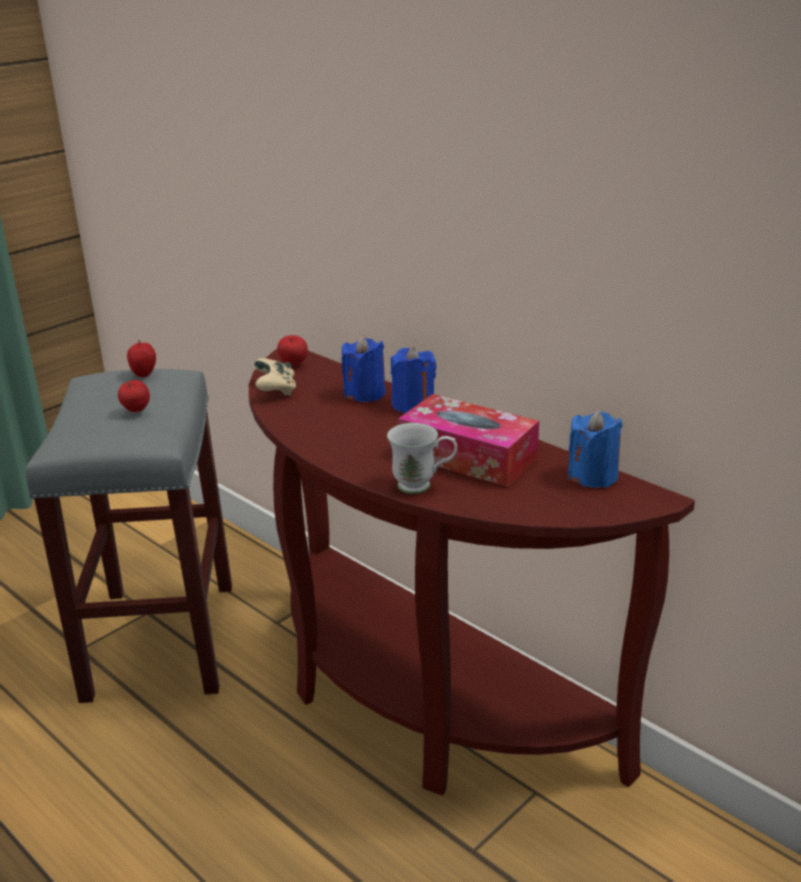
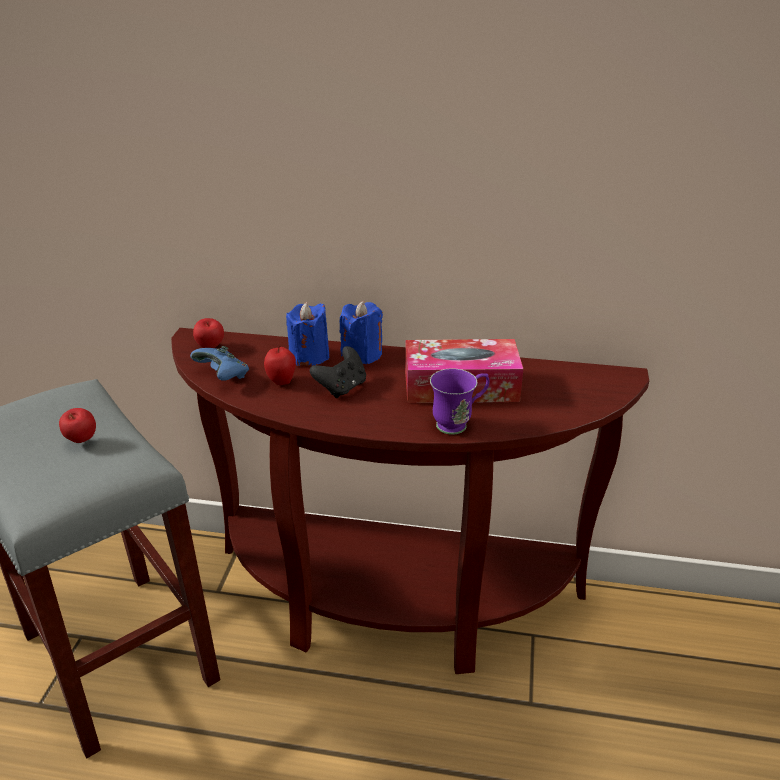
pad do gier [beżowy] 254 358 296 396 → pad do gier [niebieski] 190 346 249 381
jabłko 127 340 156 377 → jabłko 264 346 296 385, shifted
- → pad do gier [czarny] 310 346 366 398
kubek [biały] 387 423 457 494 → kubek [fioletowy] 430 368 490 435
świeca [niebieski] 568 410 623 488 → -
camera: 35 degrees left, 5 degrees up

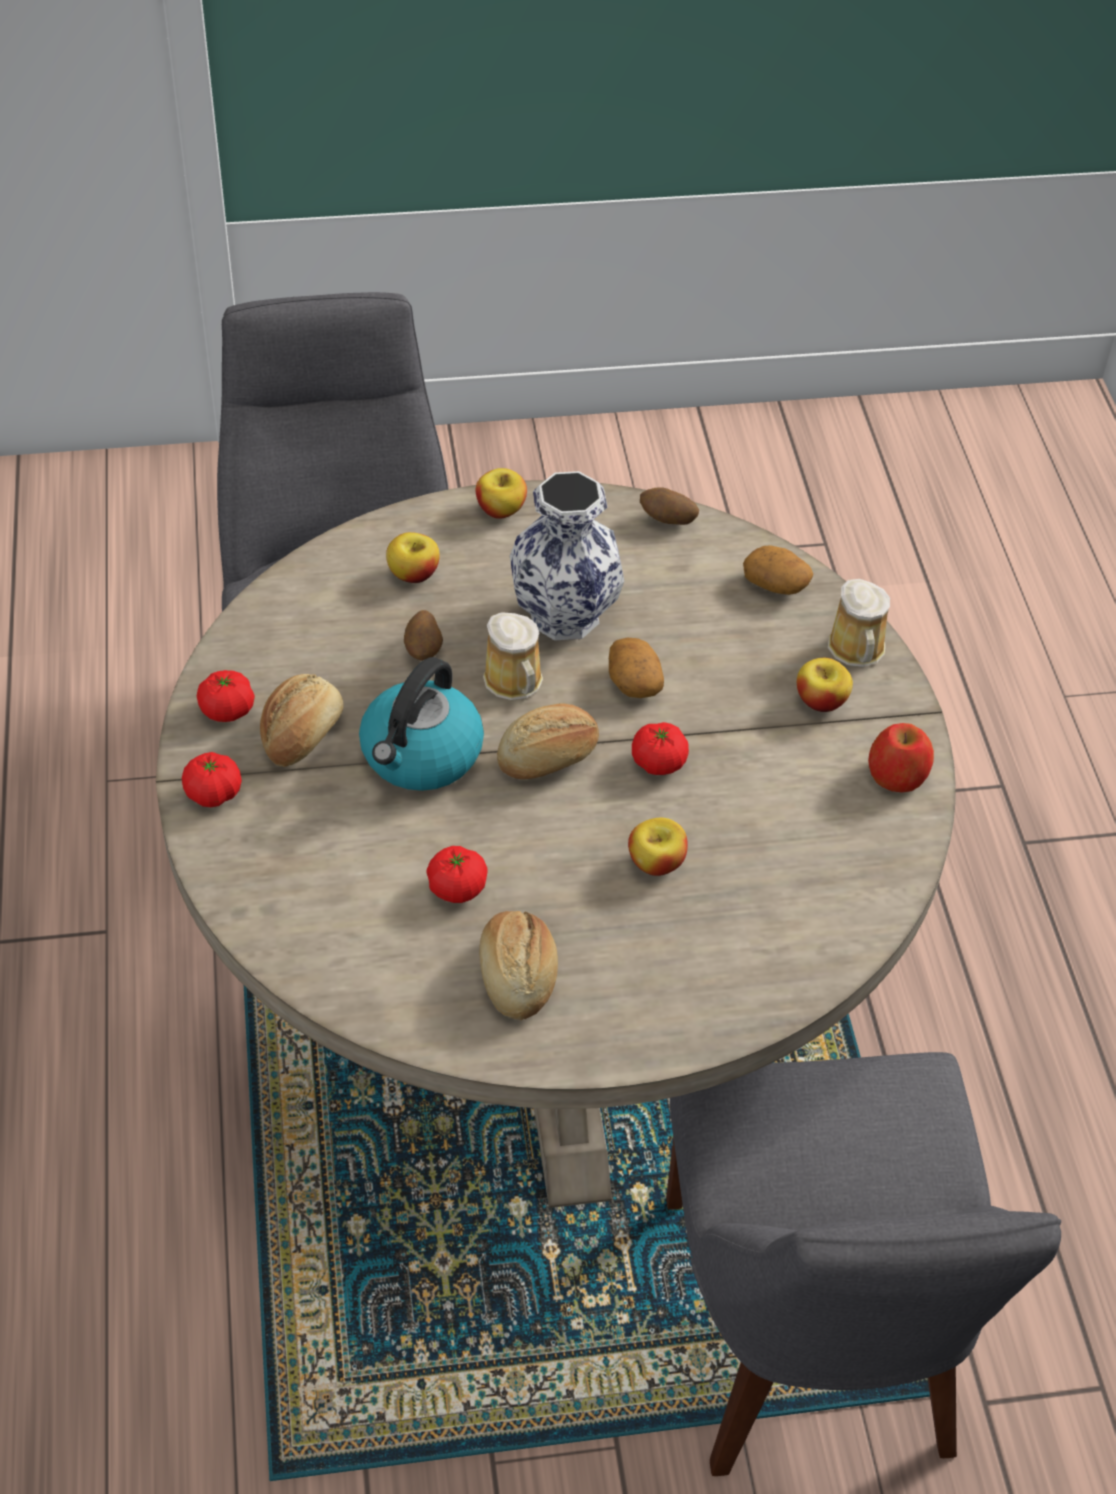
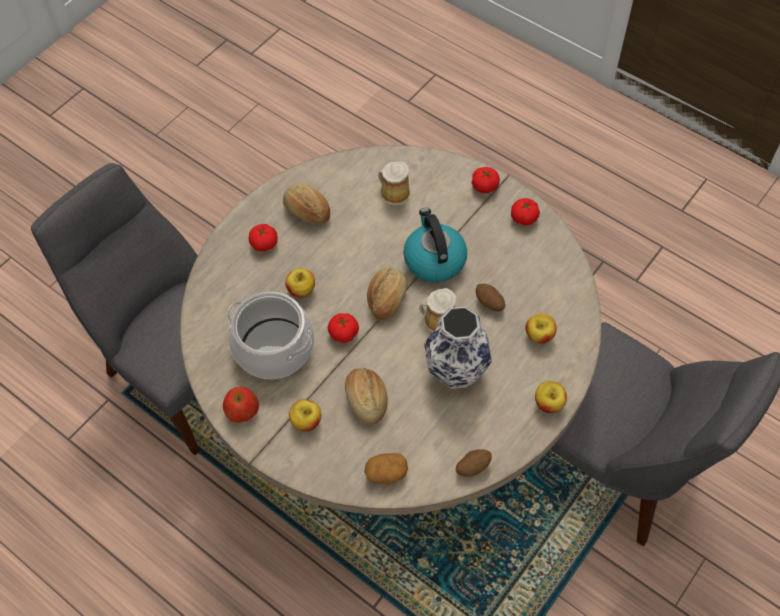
- → garnek 227 292 314 379
pomidor 426 846 488 903 → pomidor 249 224 278 252, shifted
chleb 260 674 344 767 → chleb 345 368 388 425, shifted
kubek 828 579 890 667 → kubek 378 162 411 205, shifted
ziemniak 609 638 664 698 → -
camera: 140 degrees right, 10 degrees up

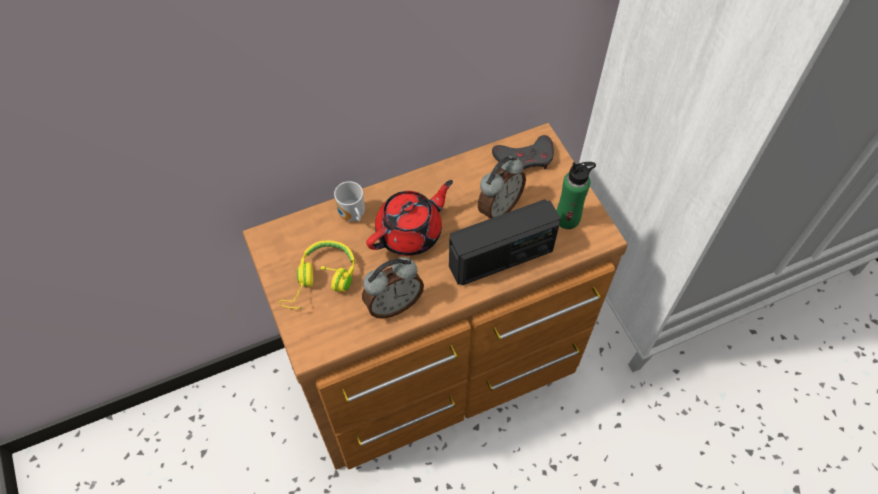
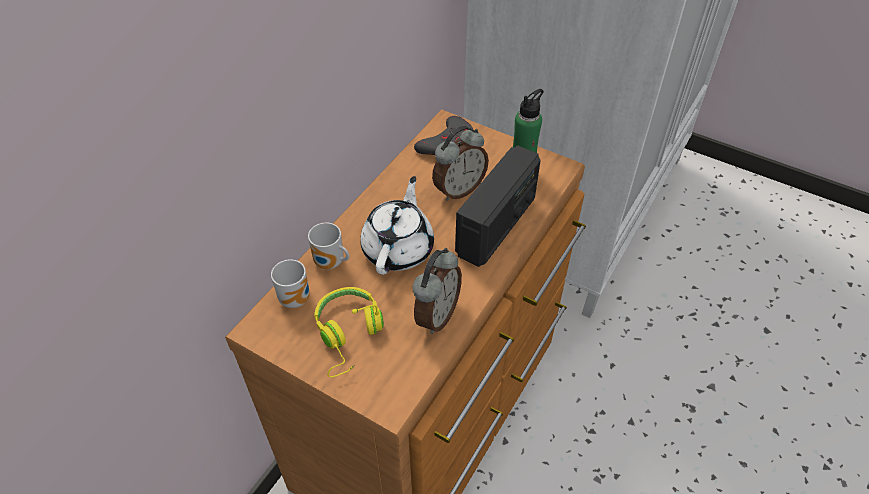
- → kubek 271 259 310 308
imbryk [czerwony] 366 180 453 256 → imbryk [biały] 360 176 434 275
budzik 478 156 526 219 → budzik 432 126 489 201, 45 degrees clockwise
camera: 35 degrees left, 10 degrees down

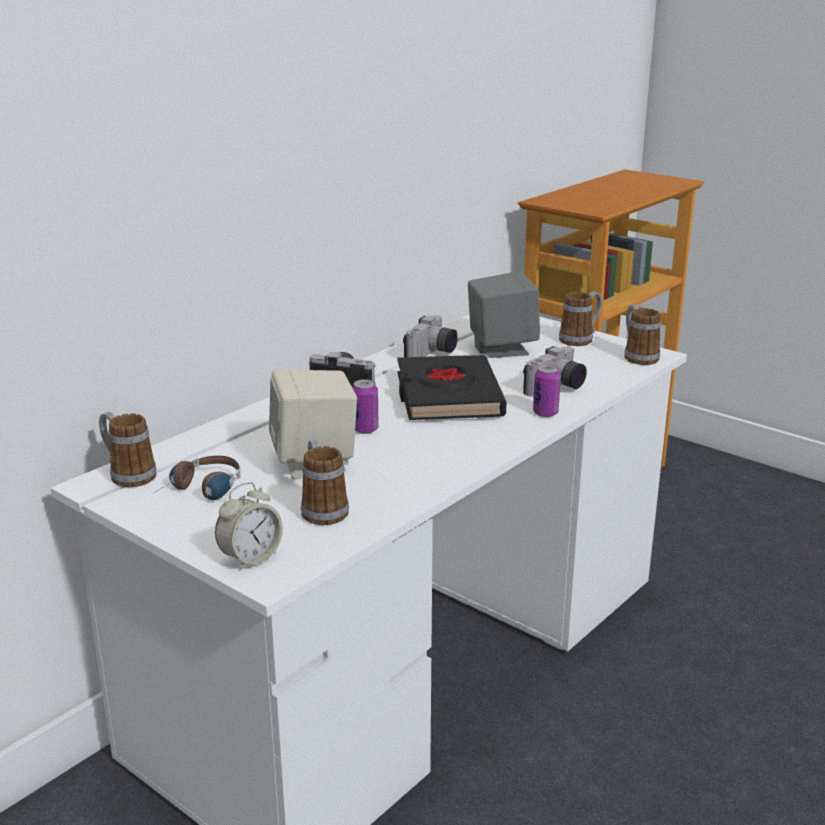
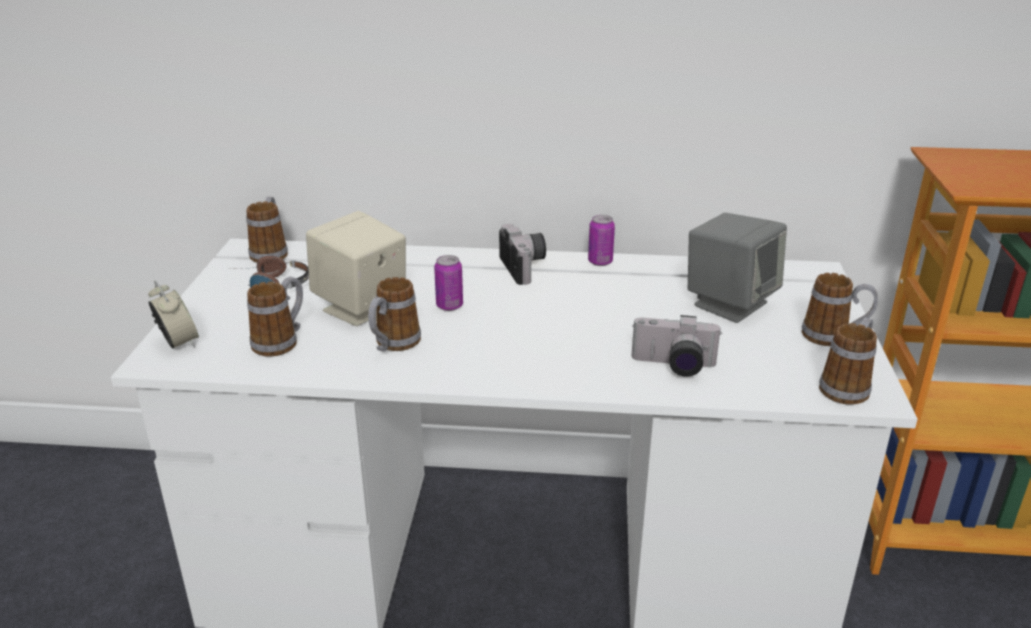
budzik 215 482 283 570 → budzik 148 280 199 349, 135 degrees counterclockwise
- → kubek 368 277 421 352
puszka 533 364 561 417 → puszka 588 215 615 266, shifted
książka [czarny] 397 355 507 420 → -
aparat fotograficzny 403 315 458 357 → -
camera: 55 degrees right, 5 degrees up

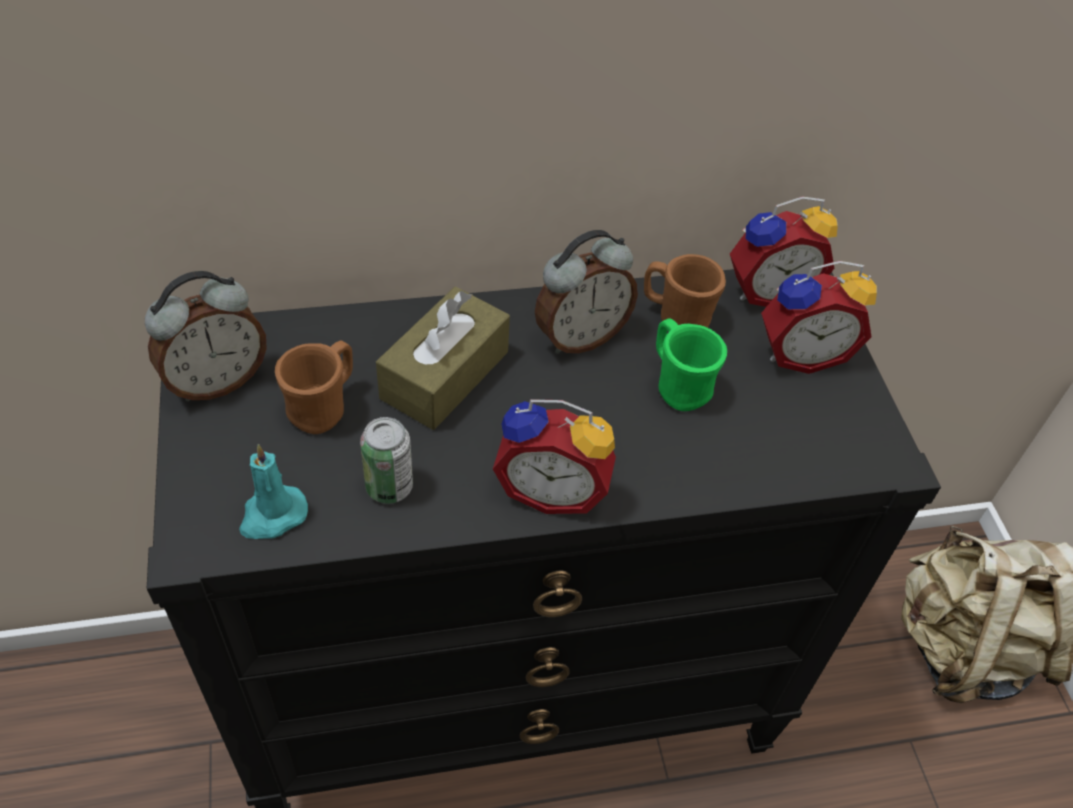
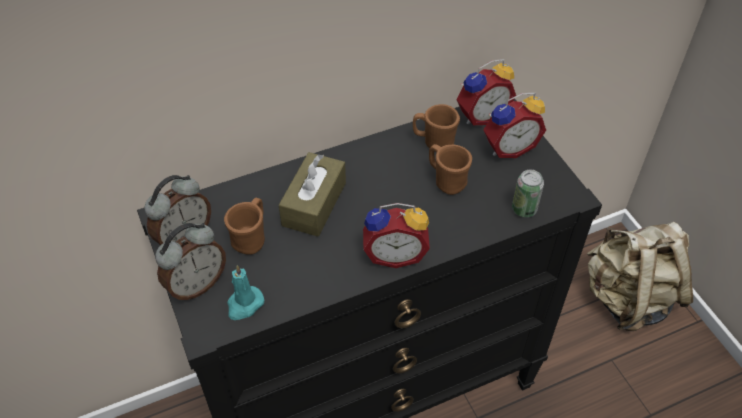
budzik 535 230 638 354 → budzik 155 223 226 301, shifted
kubek [zielony] 656 318 727 411 → kubek [brązowy] 429 144 472 195
puszka 360 417 413 504 → puszka 512 170 544 218, shifted
camera: 10 degrees left, 0 degrees up

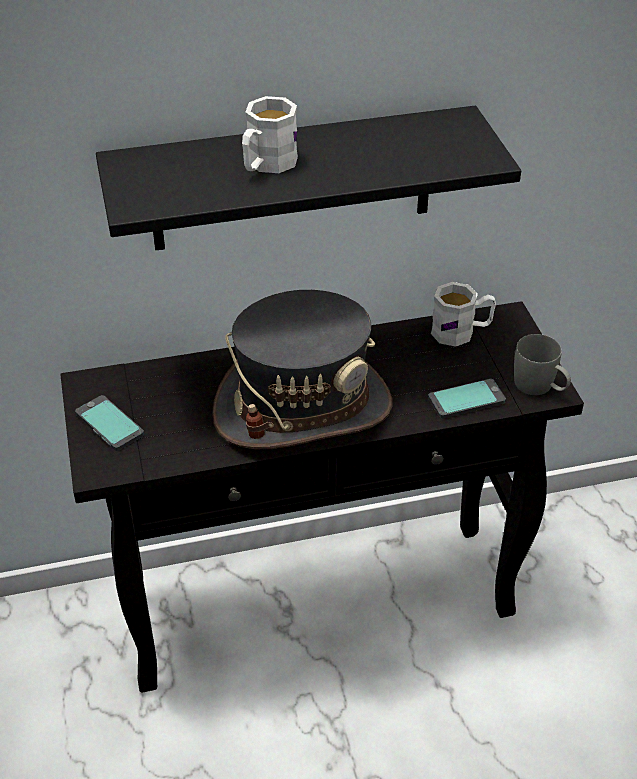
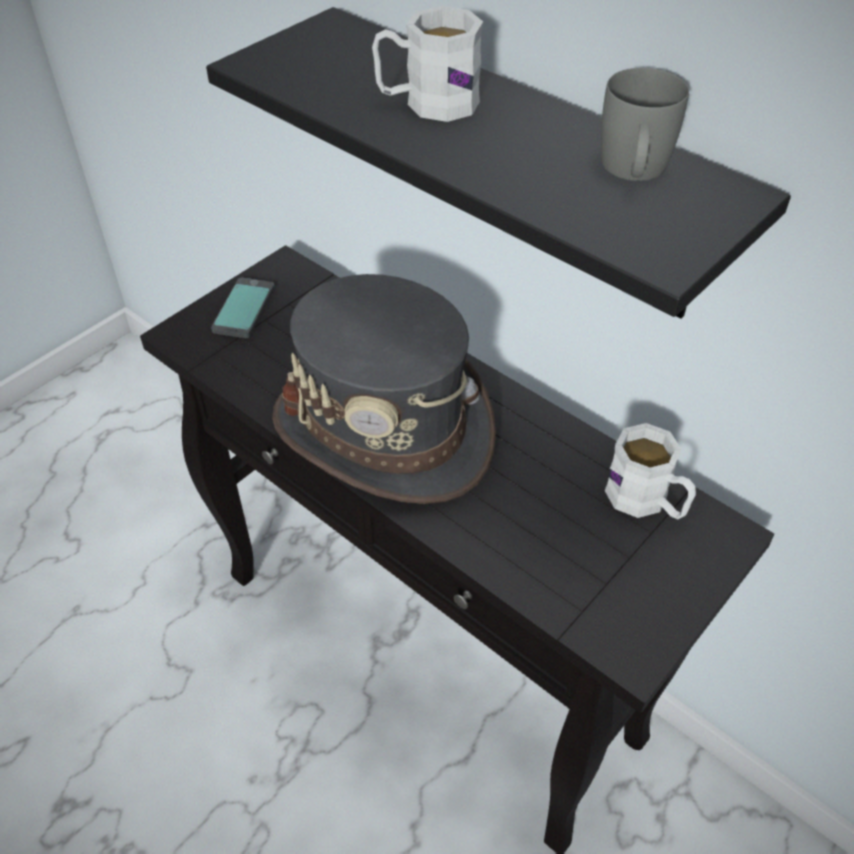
kubek [szary] 514 334 571 395 → kubek [szary] 601 68 689 181, shifted
telefon 428 379 506 419 → -
camera: 55 degrees right, 5 degrees up

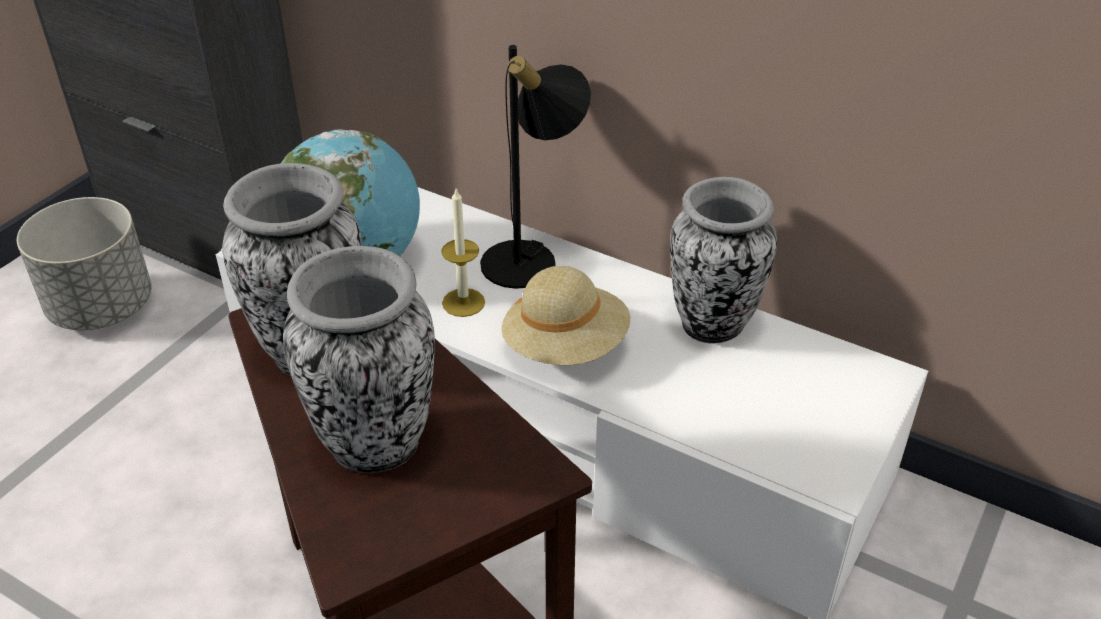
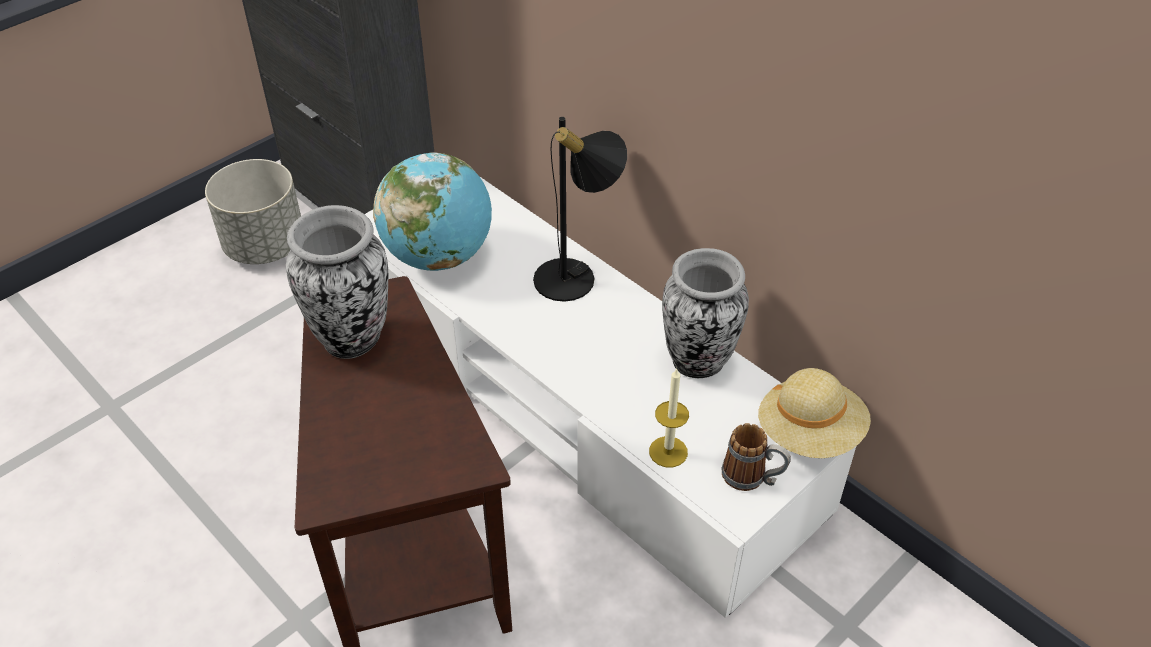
świeca 441 189 485 317 → świeca 649 368 689 468, shifted
- → kubek 722 423 791 491
kapelusz [beżowy] 501 266 631 365 → kapelusz [beżowy] 758 368 871 458, shifted
wazon 283 246 435 473 → -
camera: 15 degrees right, 5 degrees up

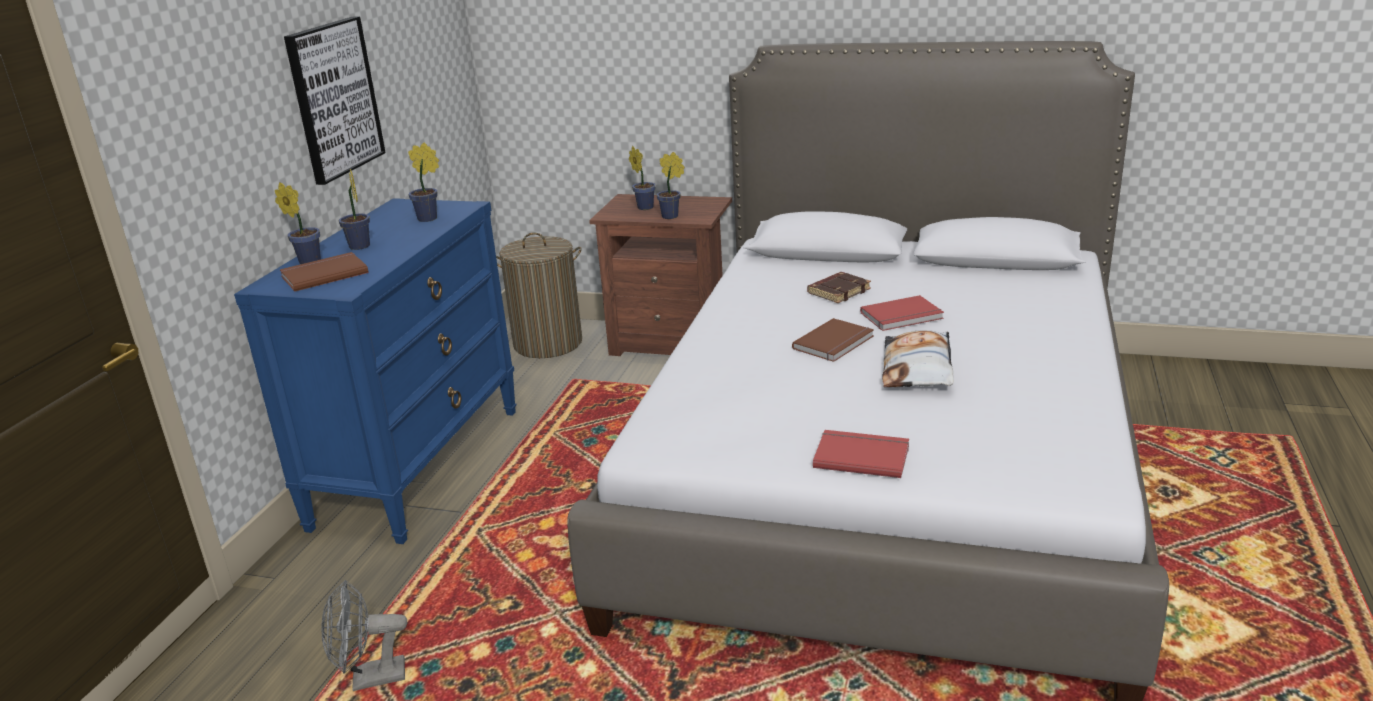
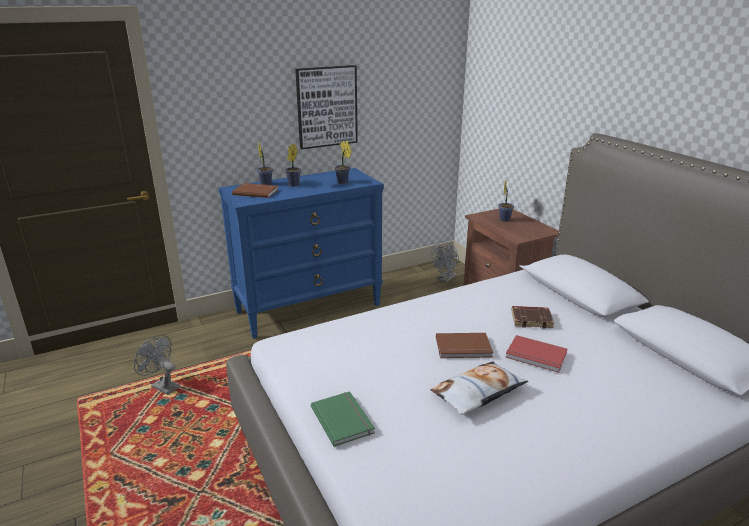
książka [czerwony] 813 430 909 478 → książka [zielony] 311 391 375 447
kosz na pranie 496 233 582 358 → wentylator [szary] 430 241 459 282
roślina doniczkowa 657 152 685 219 → -
camera: 45 degrees right, 0 degrees up

